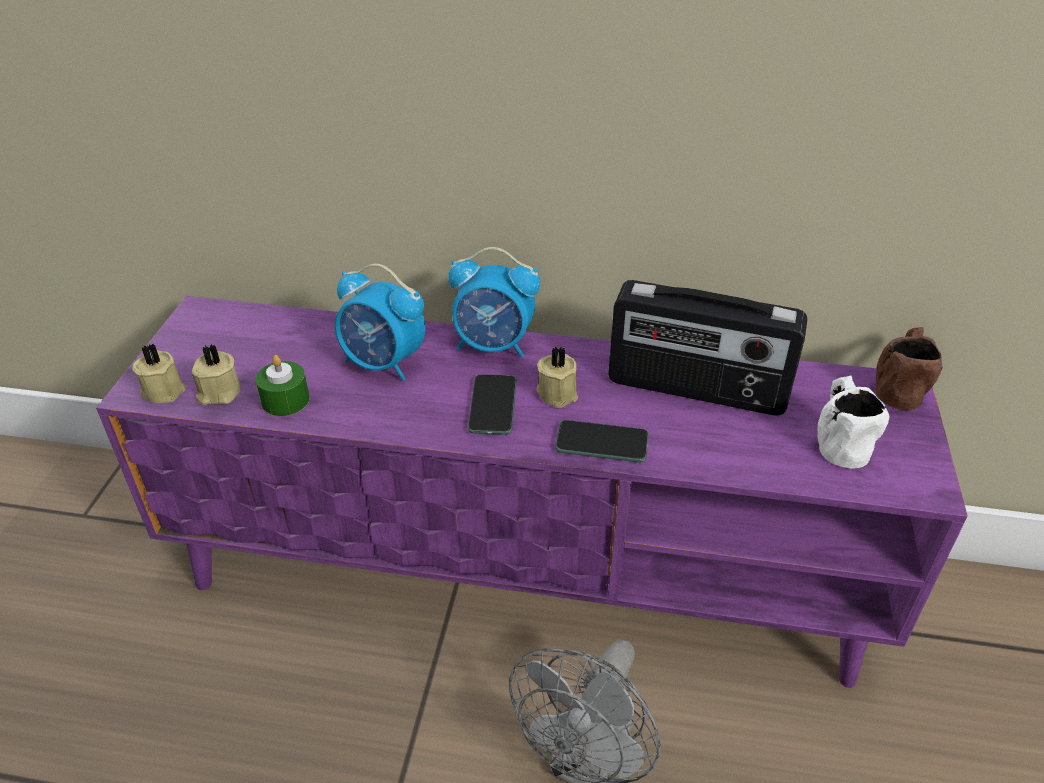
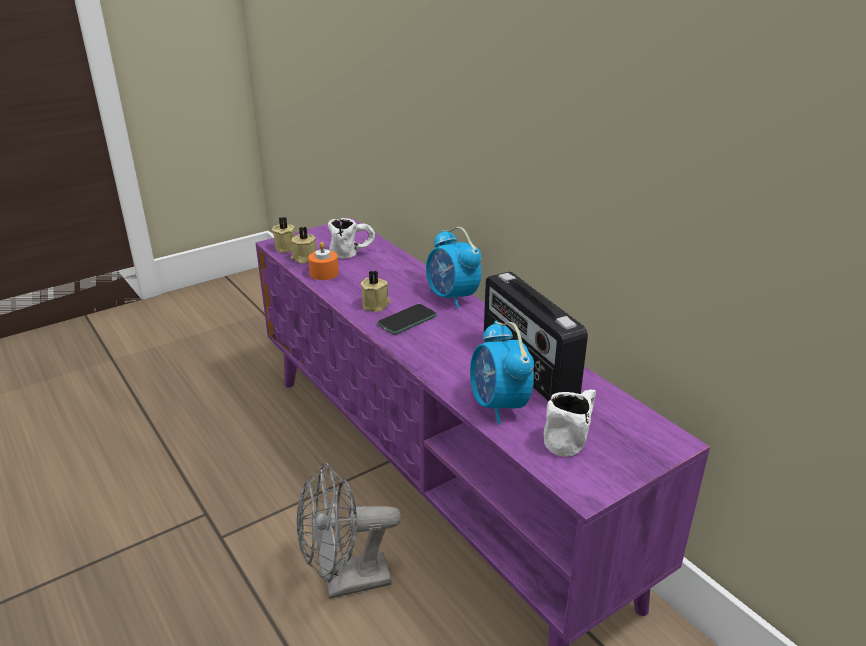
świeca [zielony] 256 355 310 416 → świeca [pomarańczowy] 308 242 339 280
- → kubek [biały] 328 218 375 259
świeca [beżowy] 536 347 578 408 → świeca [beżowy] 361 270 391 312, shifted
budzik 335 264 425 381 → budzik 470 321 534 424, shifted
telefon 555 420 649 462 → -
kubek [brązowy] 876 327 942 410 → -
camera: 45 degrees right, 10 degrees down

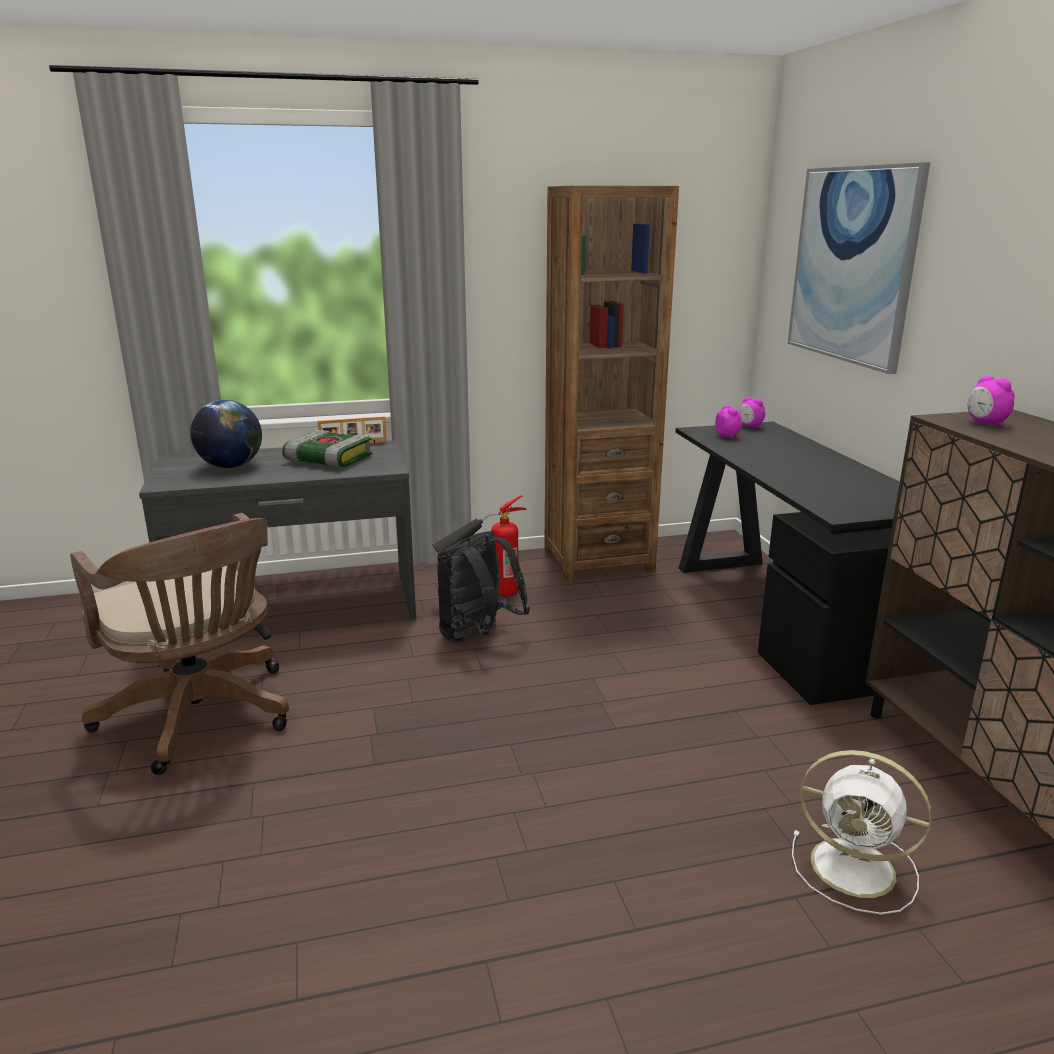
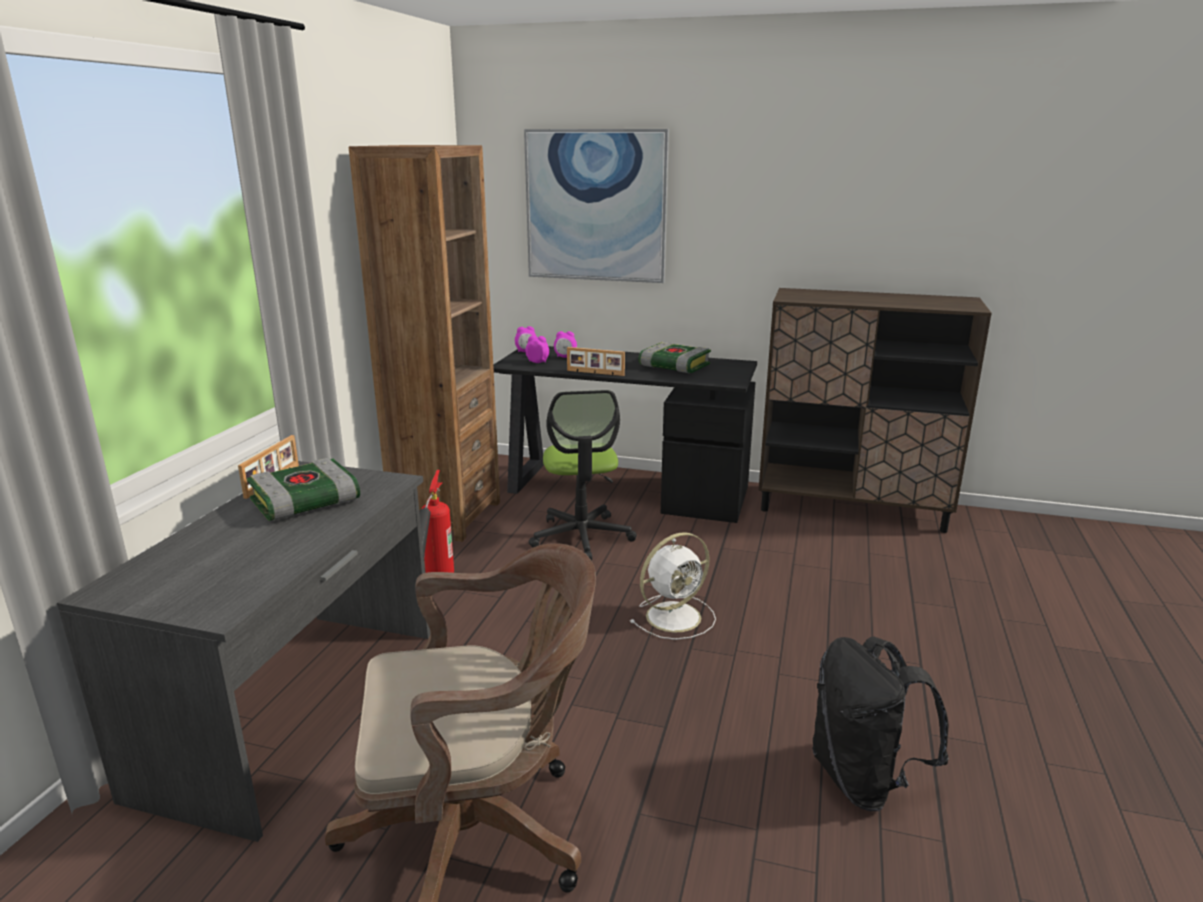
- → krzesło biurowe 529 390 637 561
budzik 968 376 1015 426 → budzik 554 331 577 358, shifted
- → ramka na zdjęcie 567 347 625 376
wentylator [biały] 792 750 932 915 → wentylator [biały] 630 532 716 640, shifted
- → książka 639 342 711 373
plecak [czarny] 437 531 530 643 → plecak [czarny] 812 636 949 811, shifted
globus 190 400 262 468 → -
camera: 60 degrees left, 0 degrees up

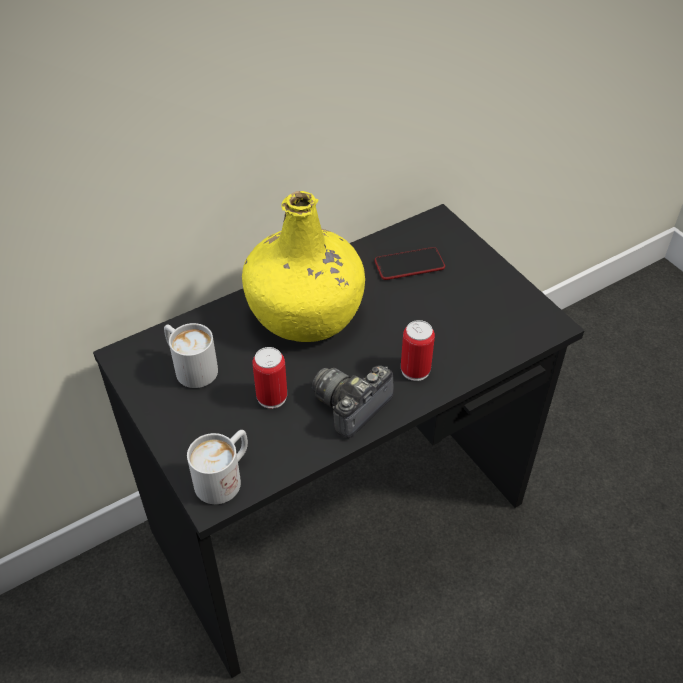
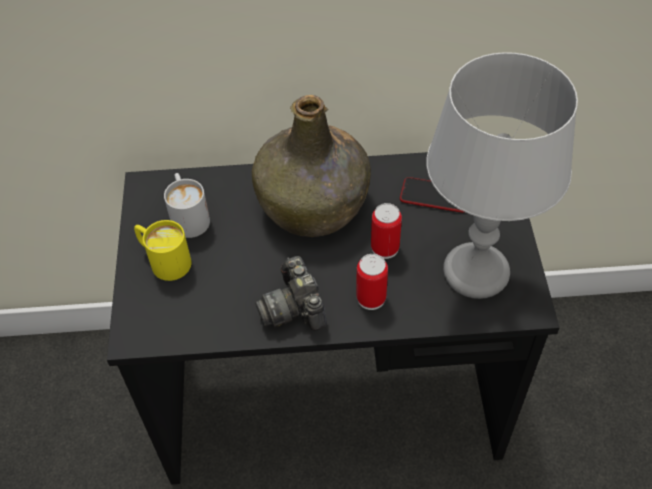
- → kubek [żółty] 134 220 192 281
butelka [żółty] 242 191 365 342 → butelka [zielony] 252 95 371 237
aparat fotograficzny 312 365 394 438 → aparat fotograficzny 255 256 327 331, 90 degrees counterclockwise
puszka 252 347 287 409 → puszka 371 203 402 259, shifted
- → lampa stołowa [szary] 426 52 578 299
kubek [biały] 187 430 248 504 → -
camera: 30 degrees right, 5 degrees up

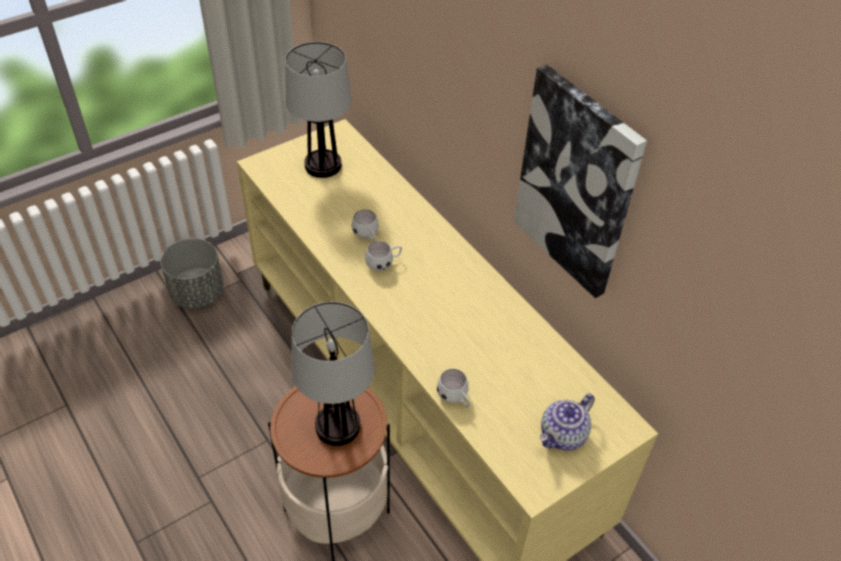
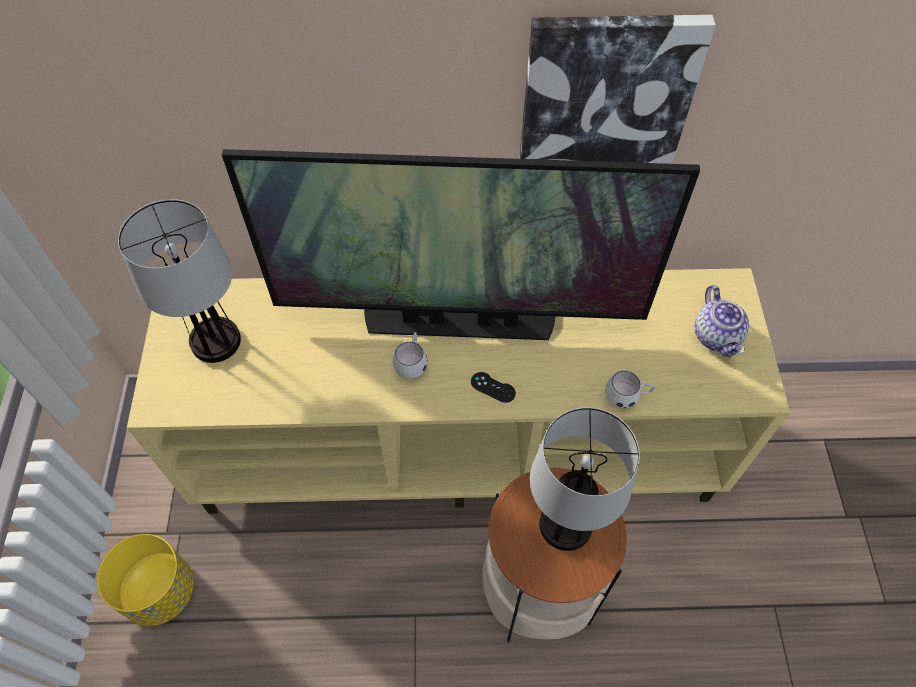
donica [szary] 160 238 224 308 → donica [żółty] 97 534 194 626
- → telewizor 222 149 700 340
- → pad do gier [czarny] 471 372 516 403
kubek [biały] 352 209 379 242 → -
camera: 55 degrees left, 10 degrees up

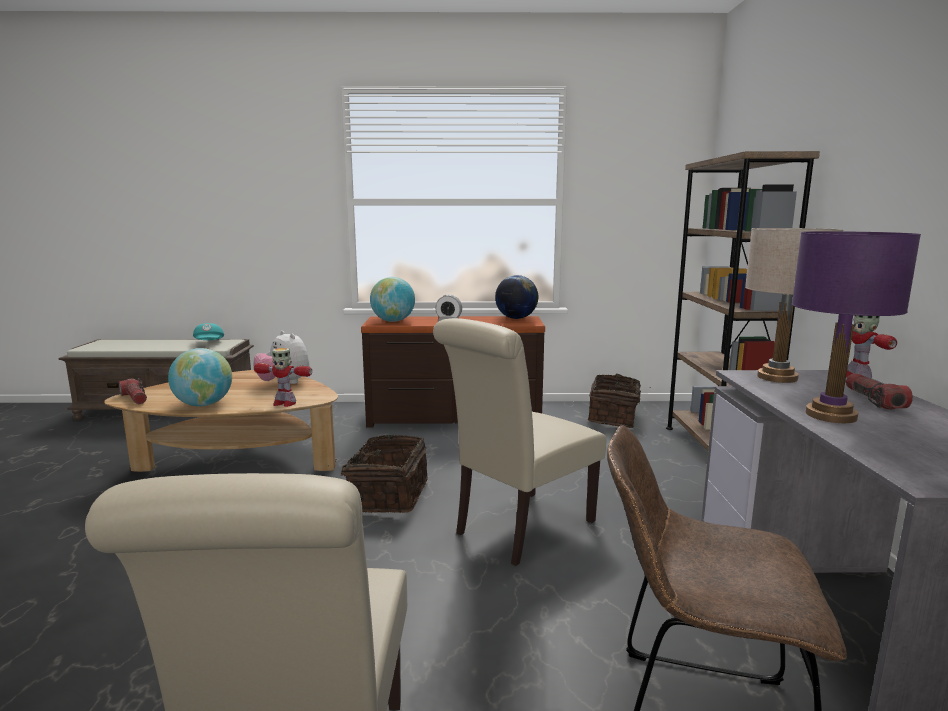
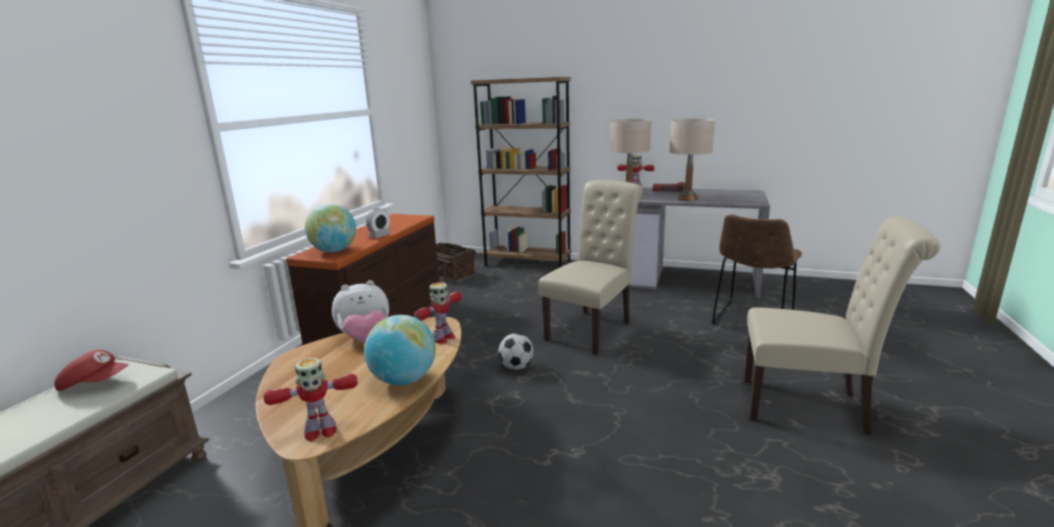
czapka z daszkiem [turkusowy] 193 323 224 340 → czapka z daszkiem [czerwony] 54 350 129 391
latarka 118 378 147 404 → robot zabawkowy 264 358 358 442
koszyk 328 435 428 513 → piłka futbolowa 498 333 534 370
krzesło [beżowy] 433 318 606 566 → krzesło [beżowy] 538 180 643 355, 120 degrees counterclockwise
lampa stołowa [fioletowy] 792 231 921 423 → lampa stołowa [beżowy] 669 119 715 201
globus 495 275 538 319 → -
camera: 70 degrees left, 5 degrees up

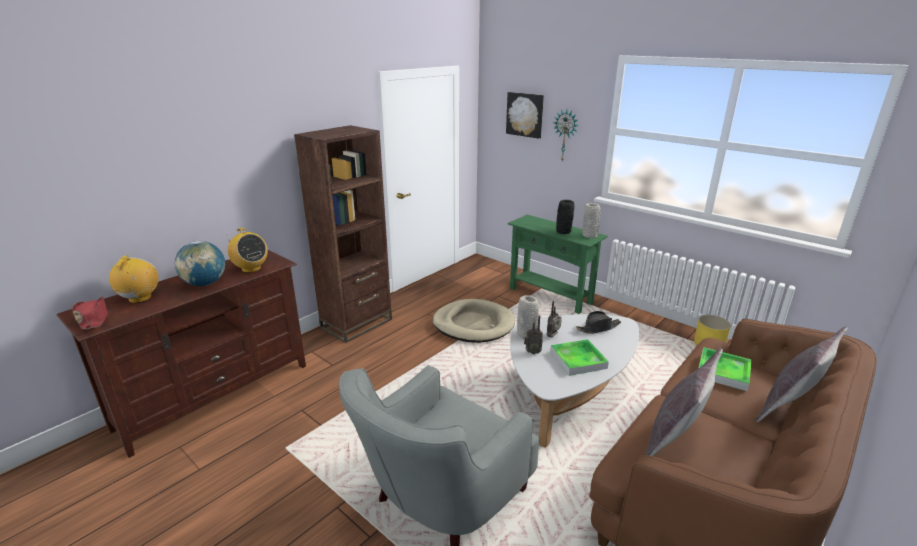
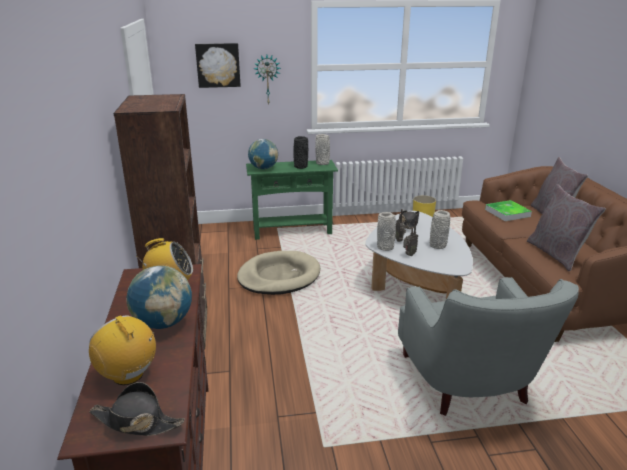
kapelusz [czerwony] 72 296 108 329 → kapelusz [czarny] 89 382 184 436
- → globus 248 139 278 169
taca 550 339 609 376 → wazon [szary] 430 210 450 249
camera: 50 degrees left, 0 degrees up

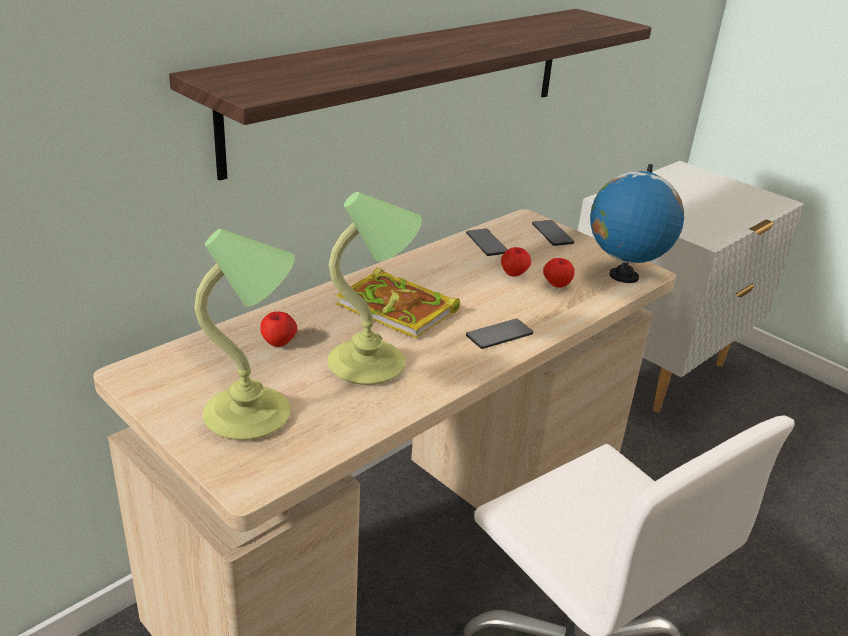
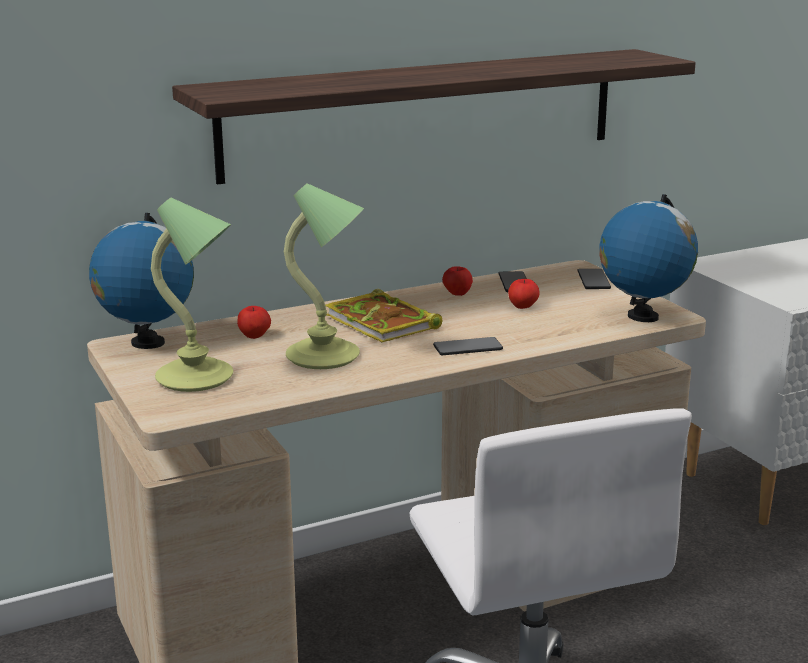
- → globus 89 213 194 349
jabłko 543 258 575 288 → jabłko 442 266 473 296, shifted
camera: 20 degrees right, 10 degrees down

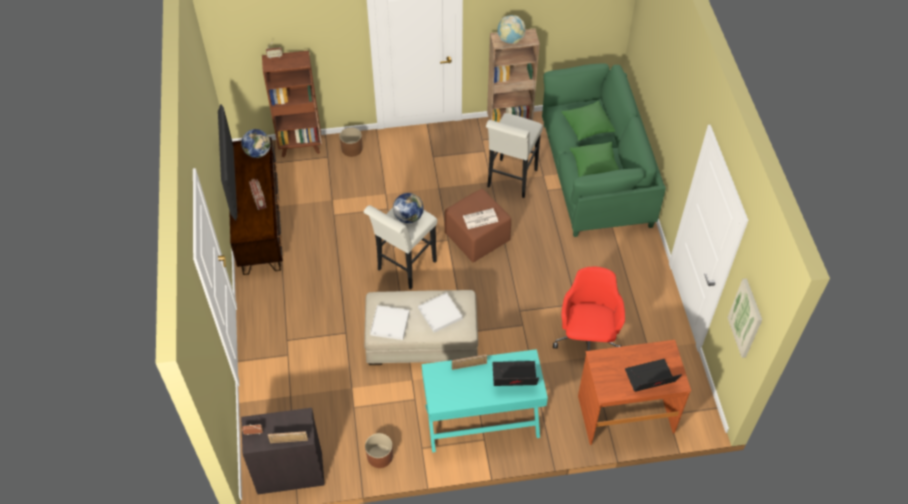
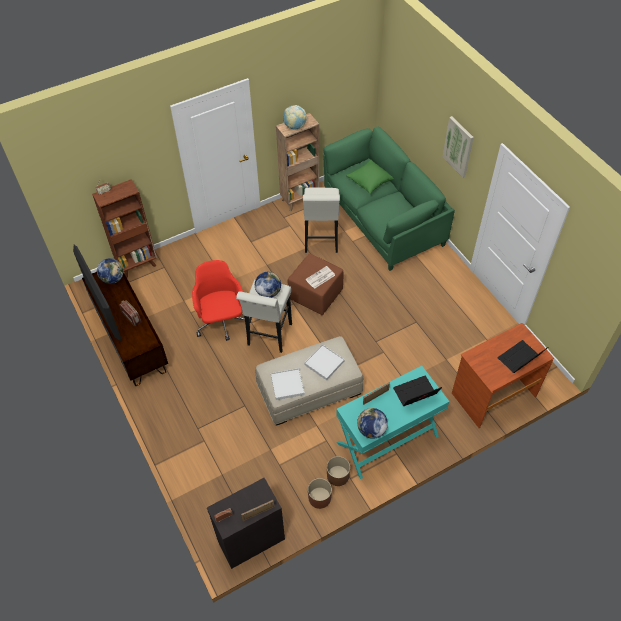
krzesło biurowe [czerwony] 553 267 625 351 → krzesło biurowe [czerwony] 192 260 251 341, shifted
donica [brązowy] 339 127 363 157 → donica [brązowy] 327 456 350 486, shifted
- → globus 357 408 388 439
obraz 727 278 762 358 → obraz 443 116 474 177, shifted
poduszka [zielony] 570 142 619 177 → -
camera: 20 degrees left, 0 degrees up

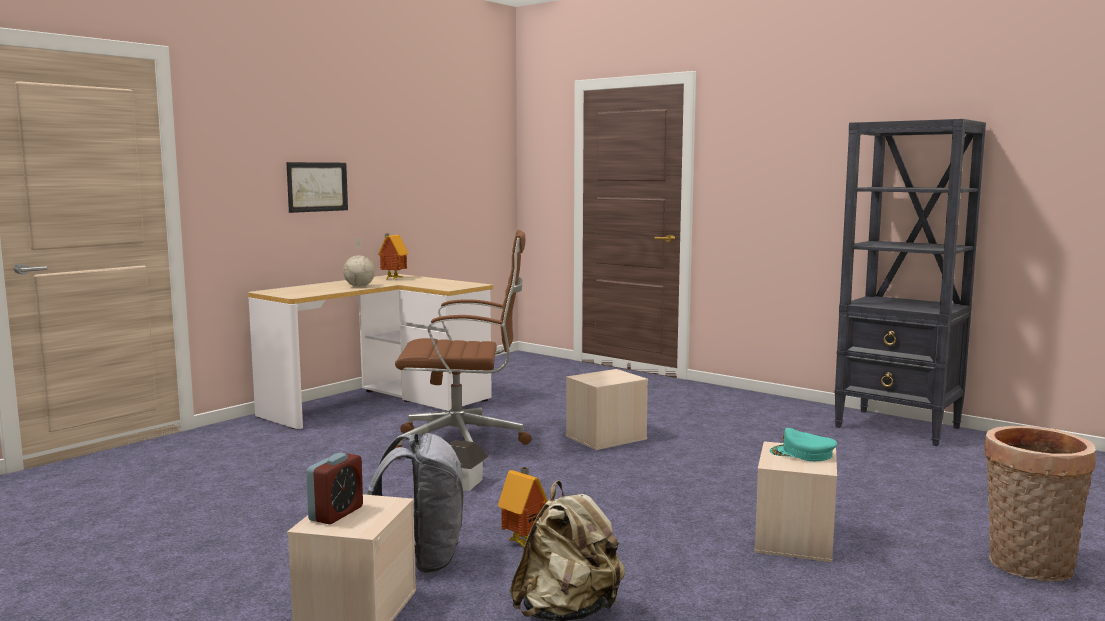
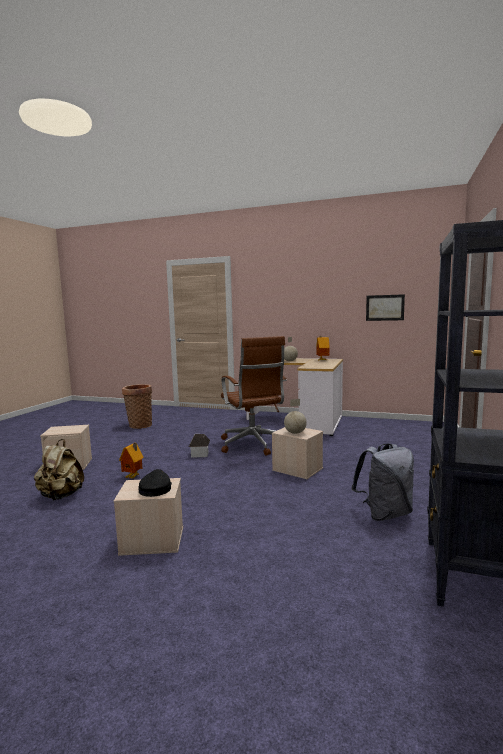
koszyk 984 426 1096 581 → koszyk 122 384 152 429, shifted
czapka z daszkiem [turkusowy] 769 428 837 461 → czapka z daszkiem [czarny] 138 469 172 497
- → globus 284 399 307 434
plecak [szary] 366 433 463 574 → plecak [szary] 352 443 414 521, shifted
obraz 286 162 348 213 → obraz 366 294 405 321, shifted
budzik 306 452 363 524 → -
camera: 70 degrees right, 0 degrees up

